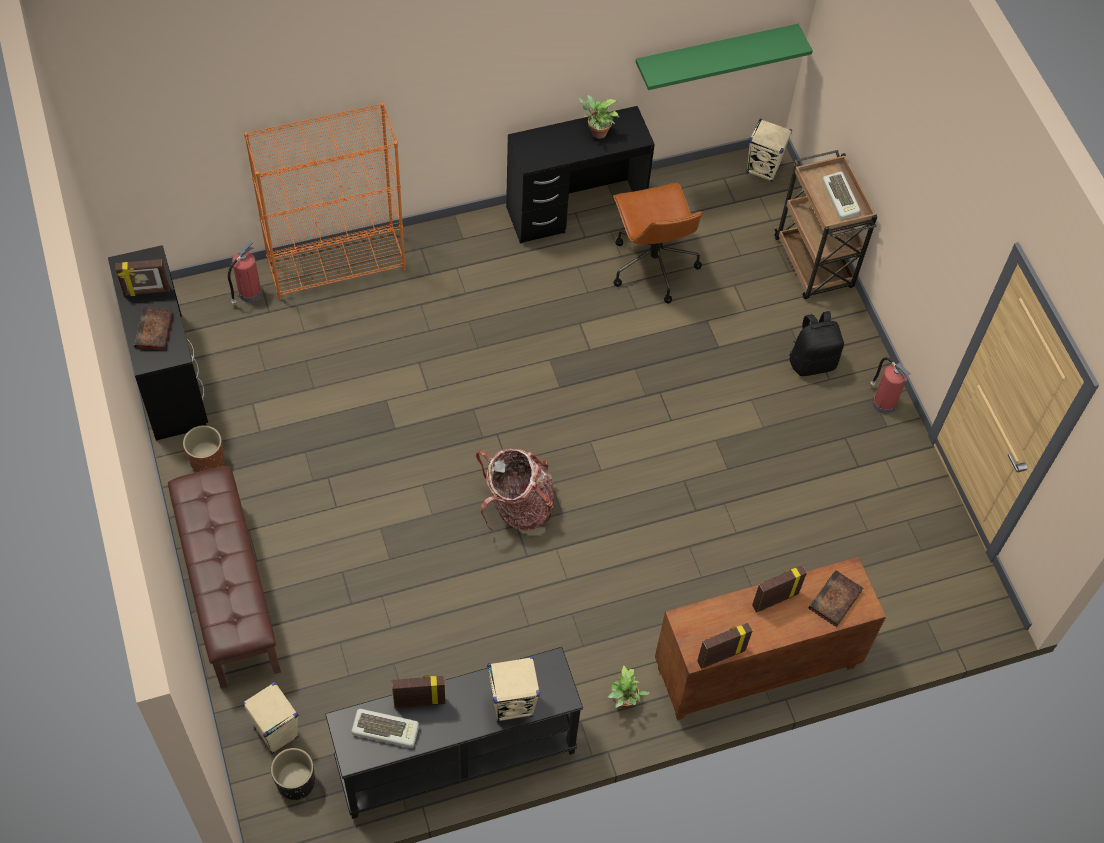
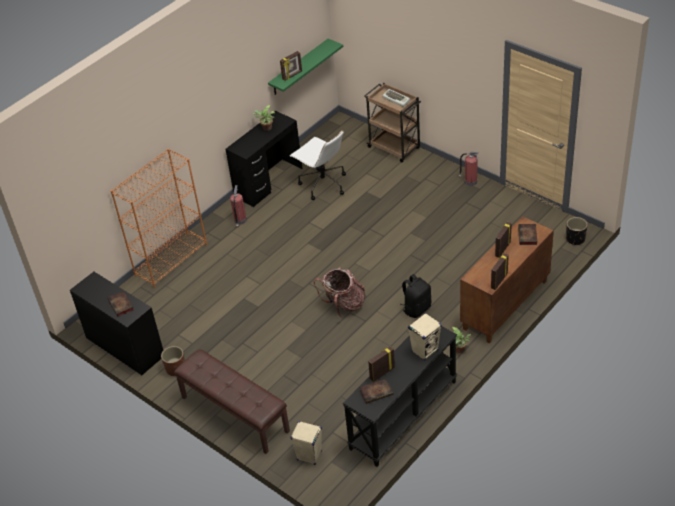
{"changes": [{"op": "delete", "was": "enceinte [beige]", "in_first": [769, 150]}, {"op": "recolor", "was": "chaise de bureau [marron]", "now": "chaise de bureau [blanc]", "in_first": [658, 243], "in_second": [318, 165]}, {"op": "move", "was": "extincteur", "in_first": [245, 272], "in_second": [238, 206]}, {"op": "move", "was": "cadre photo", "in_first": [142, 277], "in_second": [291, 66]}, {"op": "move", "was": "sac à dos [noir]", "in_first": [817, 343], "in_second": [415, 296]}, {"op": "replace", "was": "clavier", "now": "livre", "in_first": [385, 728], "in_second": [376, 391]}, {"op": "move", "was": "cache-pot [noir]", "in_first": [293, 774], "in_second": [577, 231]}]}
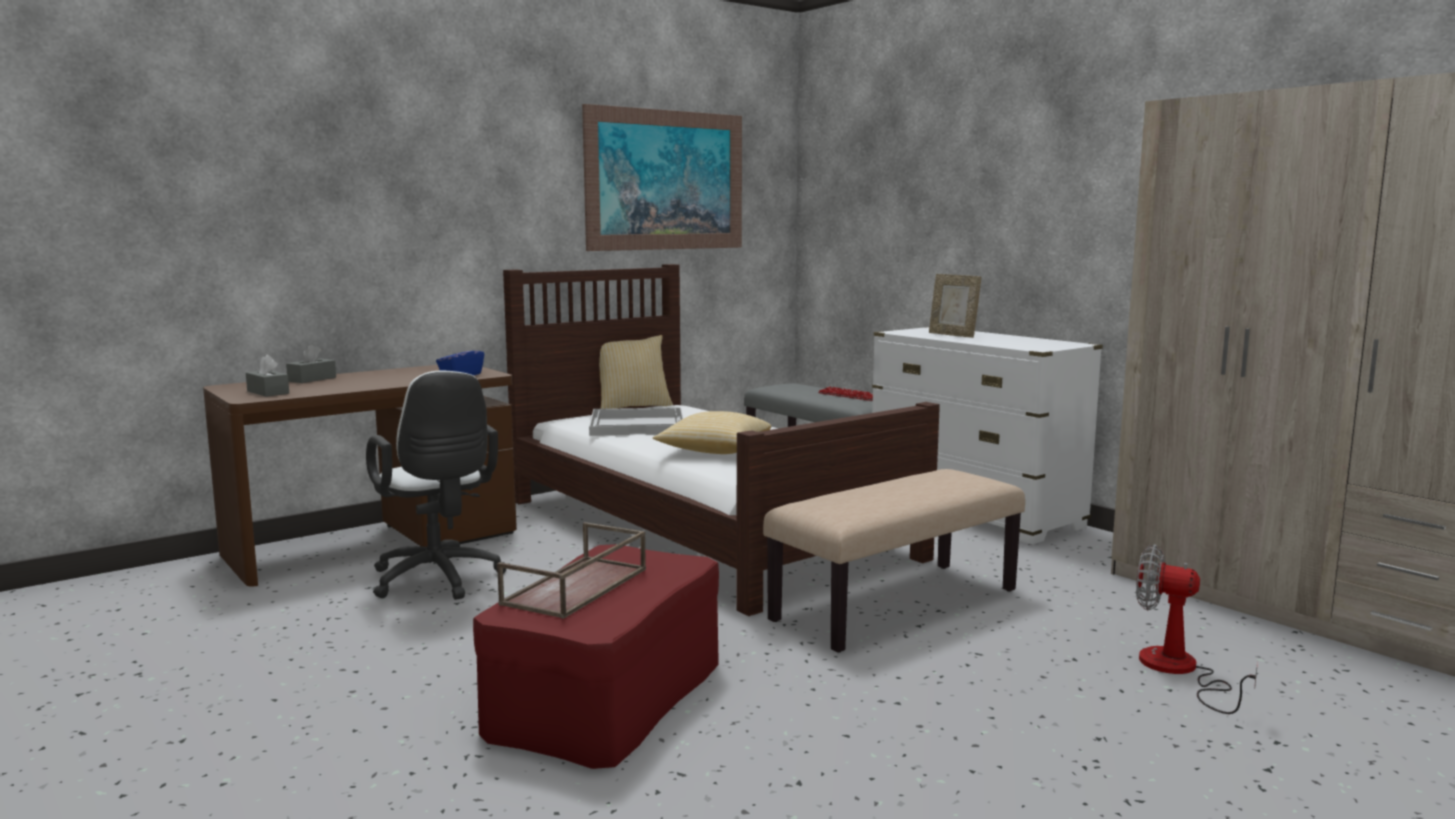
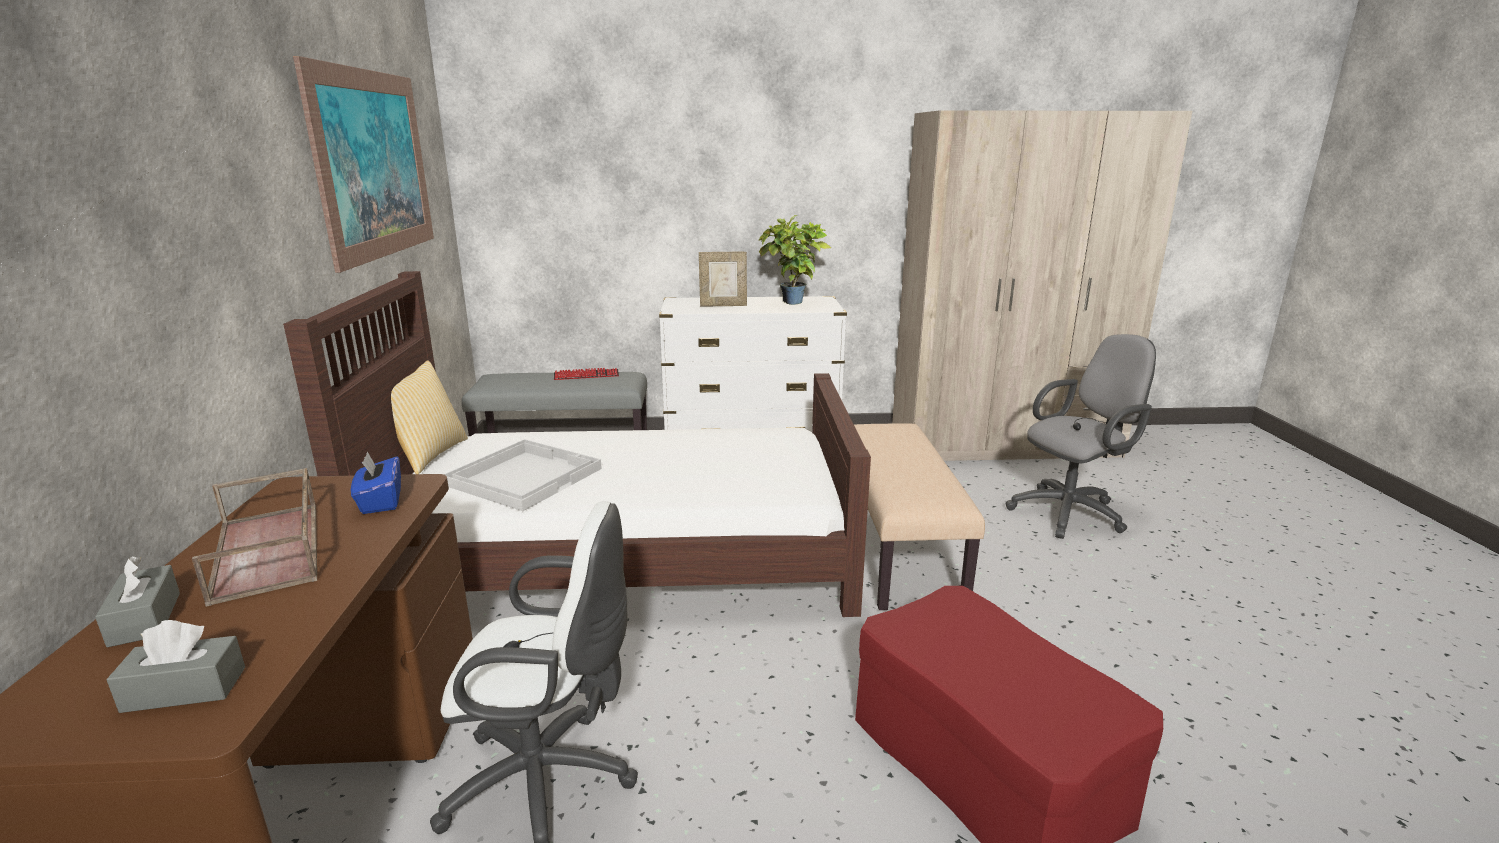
{"changes": [{"op": "delete", "was": "coussin", "in_first": [712, 432]}, {"op": "move", "was": "plateau [marron]", "in_first": [571, 570], "in_second": [254, 537]}, {"op": "replace", "was": "ventilateur", "now": "chaise de bureau [gris]", "in_first": [1197, 629], "in_second": [1081, 436]}, {"op": "insert", "now": "plante en pot", "in_second": [795, 260]}]}
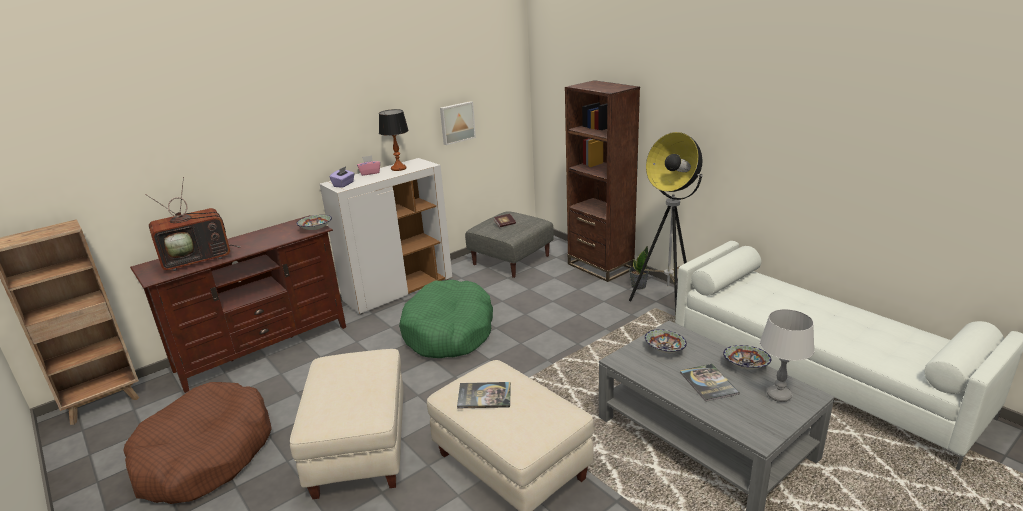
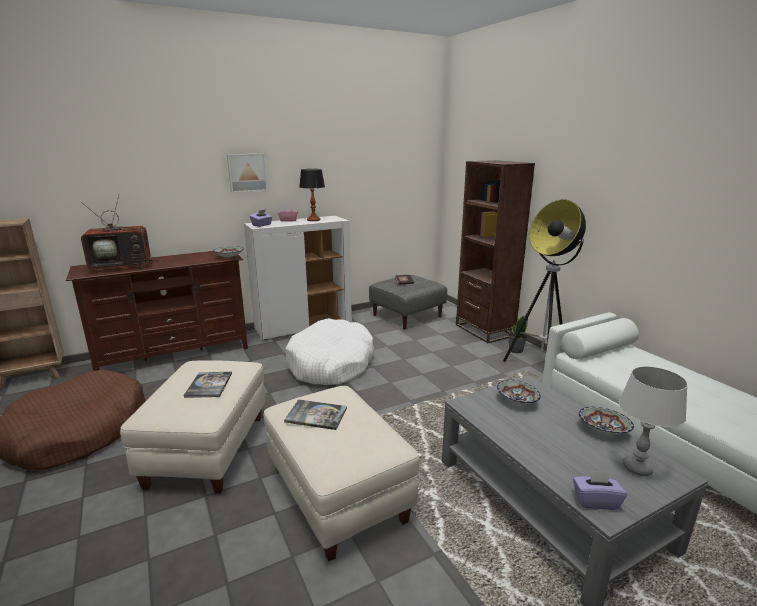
{"changes": [{"op": "move", "was": "tableau", "in_first": [458, 123], "in_second": [247, 173]}, {"op": "recolor", "was": "panier pour chien [vert]", "now": "panier pour chien [blanc]", "in_first": [446, 319], "in_second": [330, 351]}, {"op": "move", "was": "livre", "in_first": [710, 383], "in_second": [207, 385]}, {"op": "insert", "now": "boîte à mouchoirs [violet]", "in_second": [600, 490]}]}
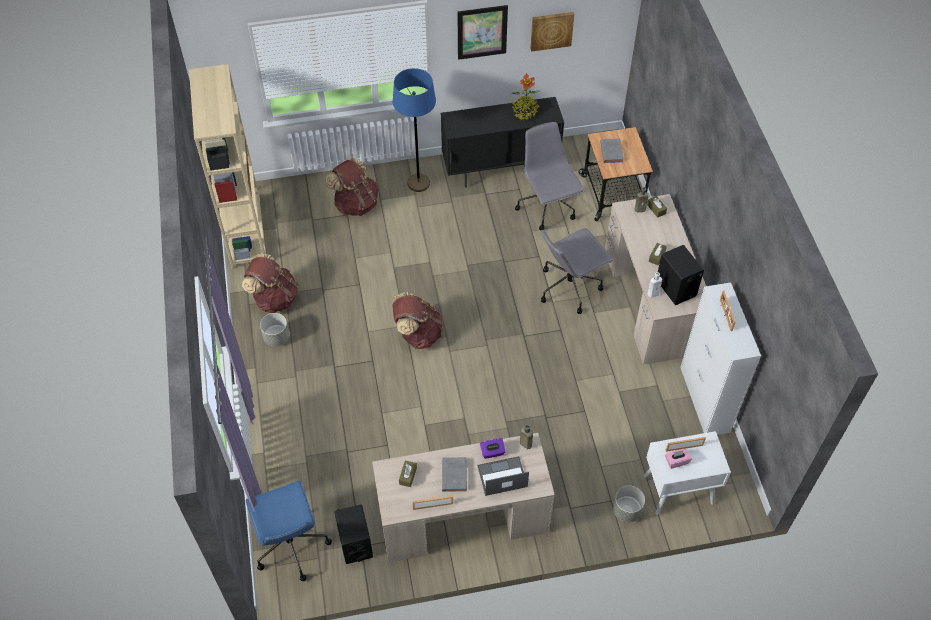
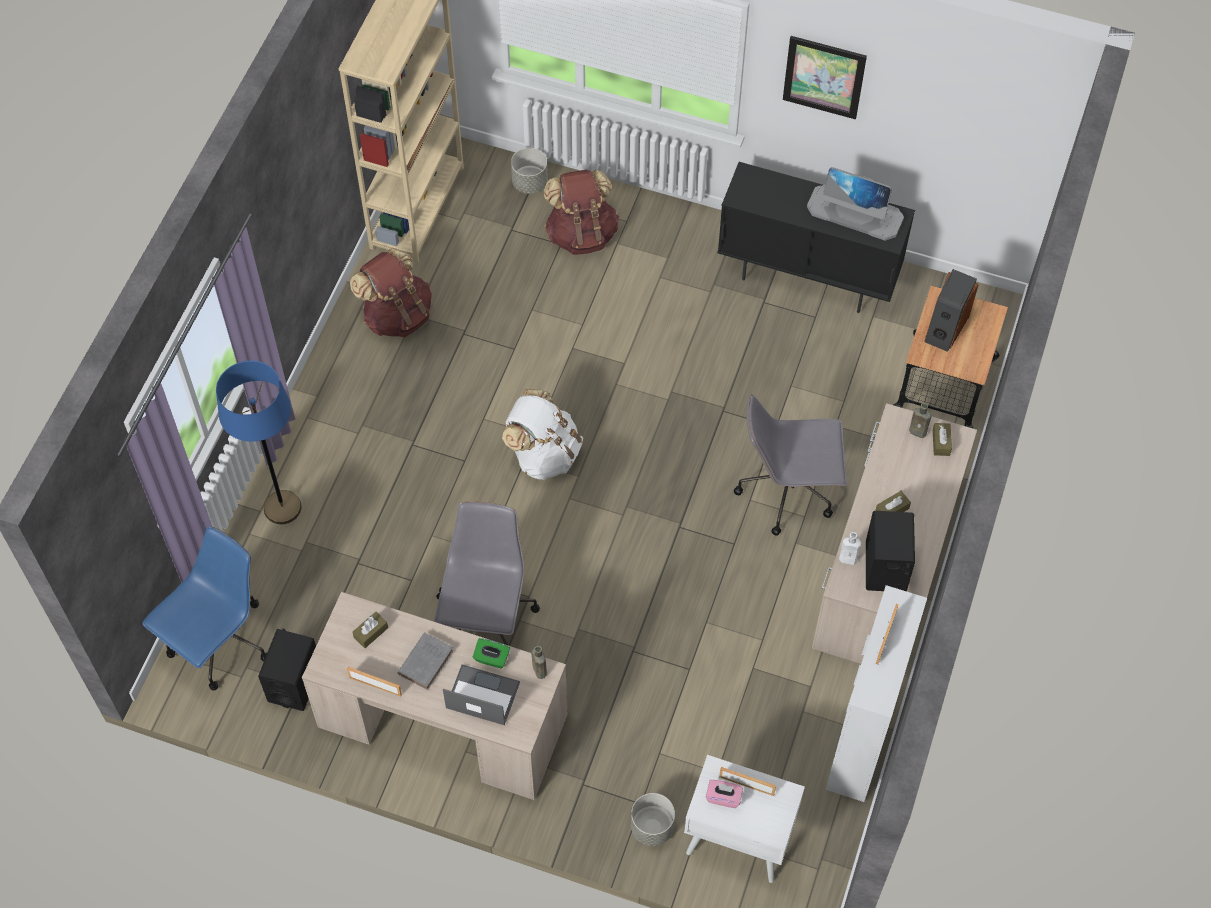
{"changes": [{"op": "delete", "was": "tableau", "in_first": [552, 32]}, {"op": "move", "was": "lampadaire [bleu]", "in_first": [414, 130], "in_second": [259, 442]}, {"op": "replace", "was": "plante en pot", "now": "écran d'ordinateur", "in_first": [525, 96], "in_second": [855, 204]}, {"op": "move", "was": "chaise de bureau [gris]", "in_first": [550, 176], "in_second": [487, 573]}, {"op": "replace", "was": "livre [gris]", "now": "enceinte", "in_first": [612, 151], "in_second": [951, 310]}, {"op": "recolor", "was": "sac à dos [marron]", "now": "sac à dos [blanc]", "in_first": [417, 320], "in_second": [542, 434]}, {"op": "move", "was": "cache-pot [gris]", "in_first": [274, 329], "in_second": [529, 171]}, {"op": "recolor", "was": "boîte à mouchoirs [violet]", "now": "boîte à mouchoirs [vert]", "in_first": [493, 448], "in_second": [491, 653]}, {"op": "rotate", "was": "chaise de bureau [bleu]", "in_first": [289, 531], "in_second": [204, 608], "clockwise": -150}]}
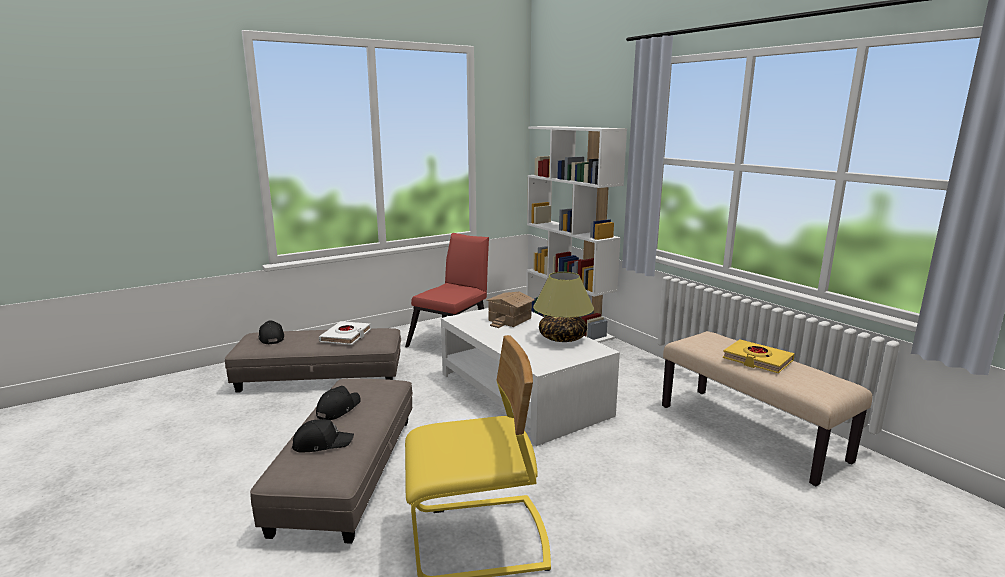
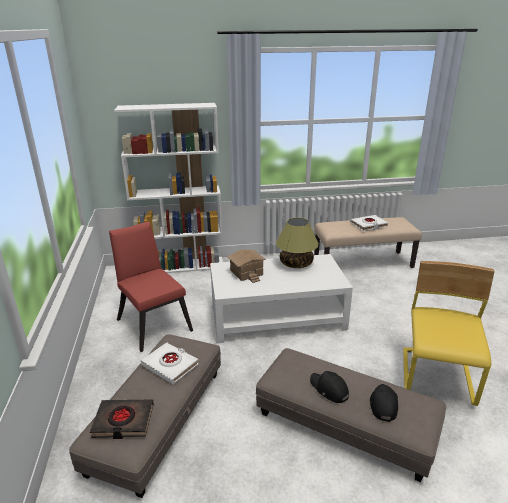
{"changes": [{"op": "replace", "was": "casquette [noir]", "now": "livre [noir]", "in_first": [271, 332], "in_second": [122, 419]}, {"op": "recolor", "was": "livre [jaune]", "now": "livre [blanc]", "in_first": [759, 356], "in_second": [369, 223]}]}
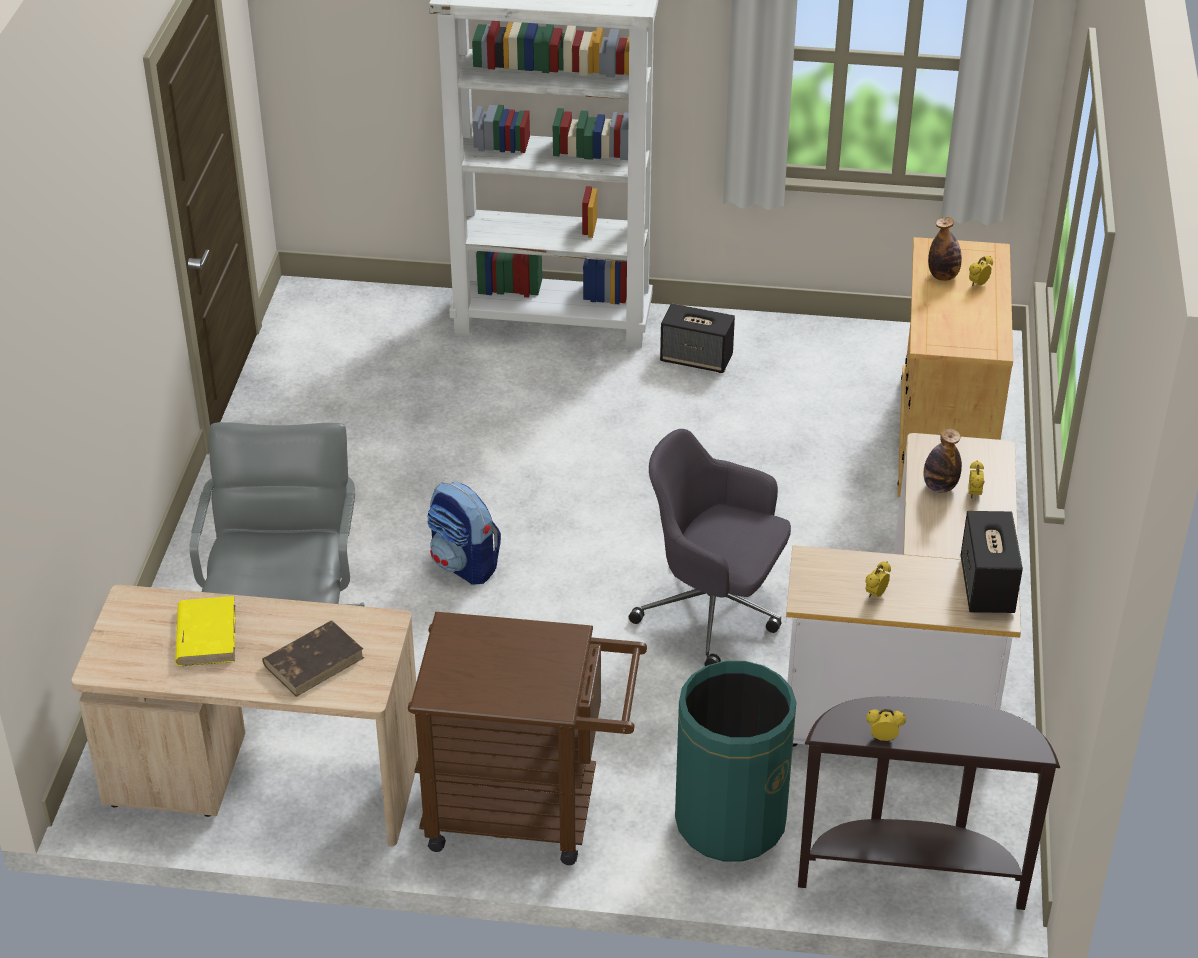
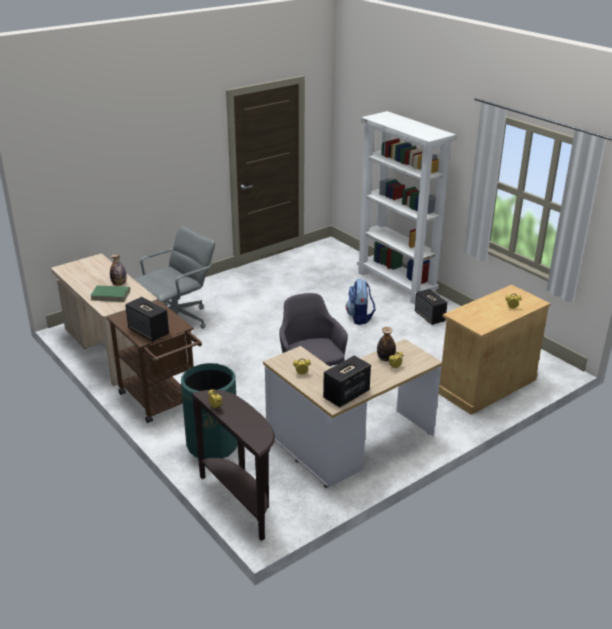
{"changes": [{"op": "move", "was": "bouteille", "in_first": [945, 249], "in_second": [118, 270]}, {"op": "move", "was": "sac à dos", "in_first": [464, 533], "in_second": [360, 302]}, {"op": "delete", "was": "livre [jaune]", "in_first": [205, 631]}, {"op": "recolor", "was": "livre [marron]", "now": "livre [vert]", "in_first": [313, 659], "in_second": [110, 293]}, {"op": "insert", "now": "enceinte", "in_second": [147, 319]}]}
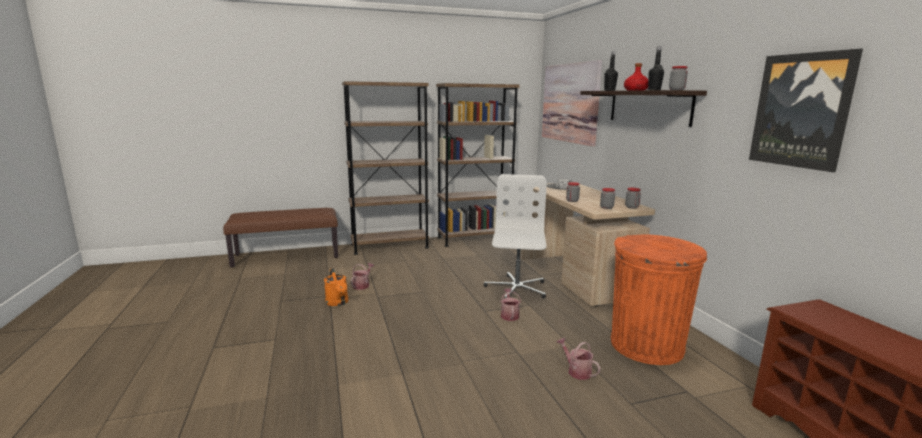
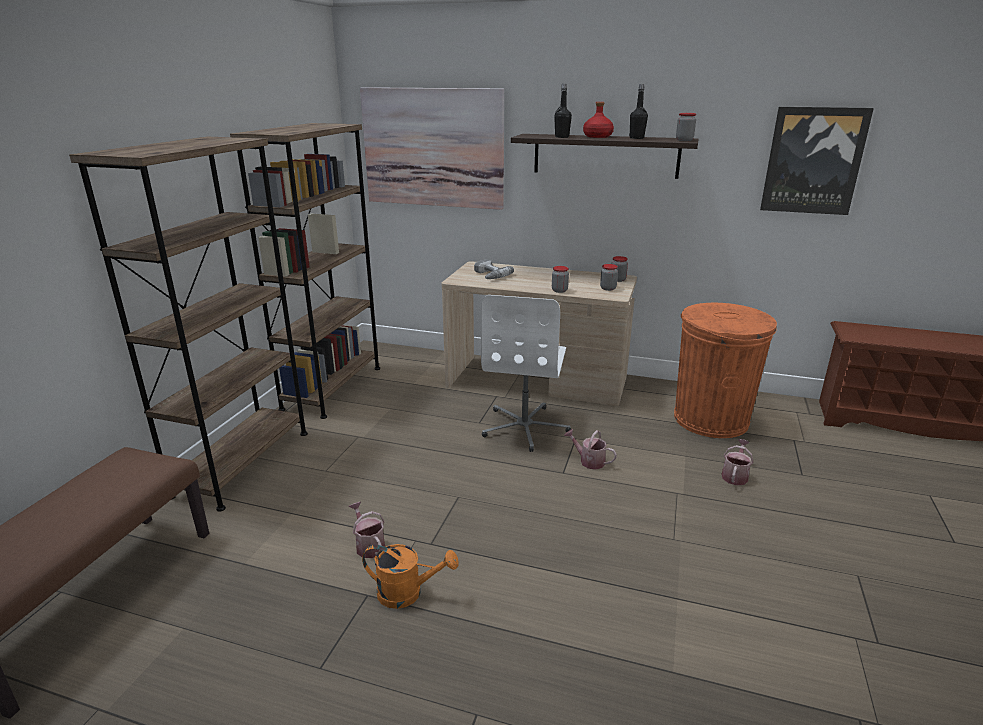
{"changes": [{"op": "rotate", "was": "chaise de bureau [blanc]", "in_first": [515, 236], "in_second": [526, 373], "clockwise": -120}, {"op": "rotate", "was": "arrosoir", "in_first": [579, 359], "in_second": [737, 462], "clockwise": 120}]}
